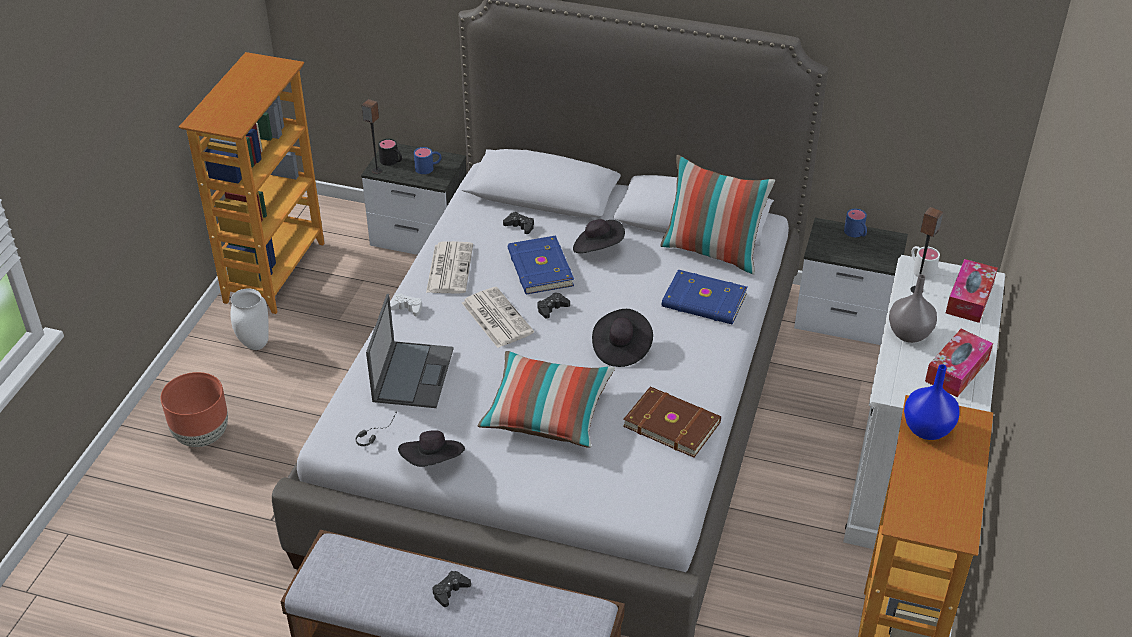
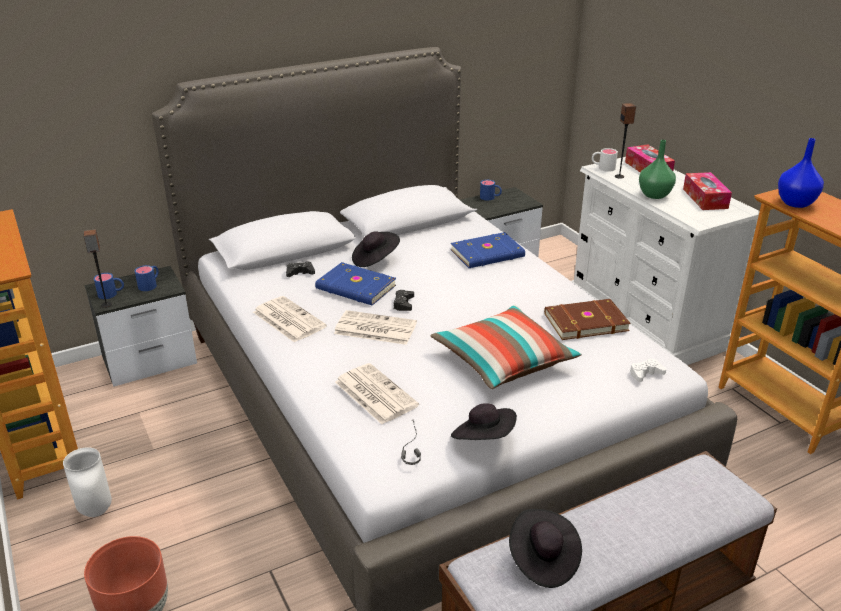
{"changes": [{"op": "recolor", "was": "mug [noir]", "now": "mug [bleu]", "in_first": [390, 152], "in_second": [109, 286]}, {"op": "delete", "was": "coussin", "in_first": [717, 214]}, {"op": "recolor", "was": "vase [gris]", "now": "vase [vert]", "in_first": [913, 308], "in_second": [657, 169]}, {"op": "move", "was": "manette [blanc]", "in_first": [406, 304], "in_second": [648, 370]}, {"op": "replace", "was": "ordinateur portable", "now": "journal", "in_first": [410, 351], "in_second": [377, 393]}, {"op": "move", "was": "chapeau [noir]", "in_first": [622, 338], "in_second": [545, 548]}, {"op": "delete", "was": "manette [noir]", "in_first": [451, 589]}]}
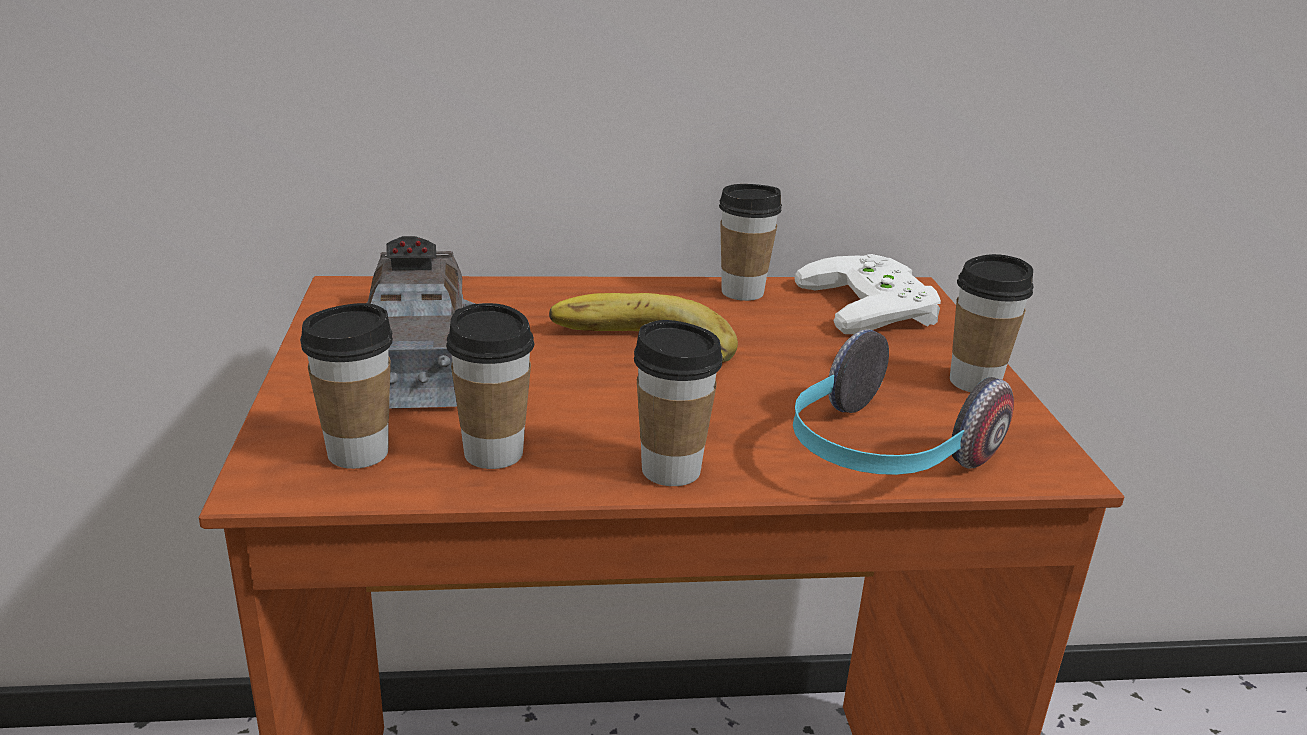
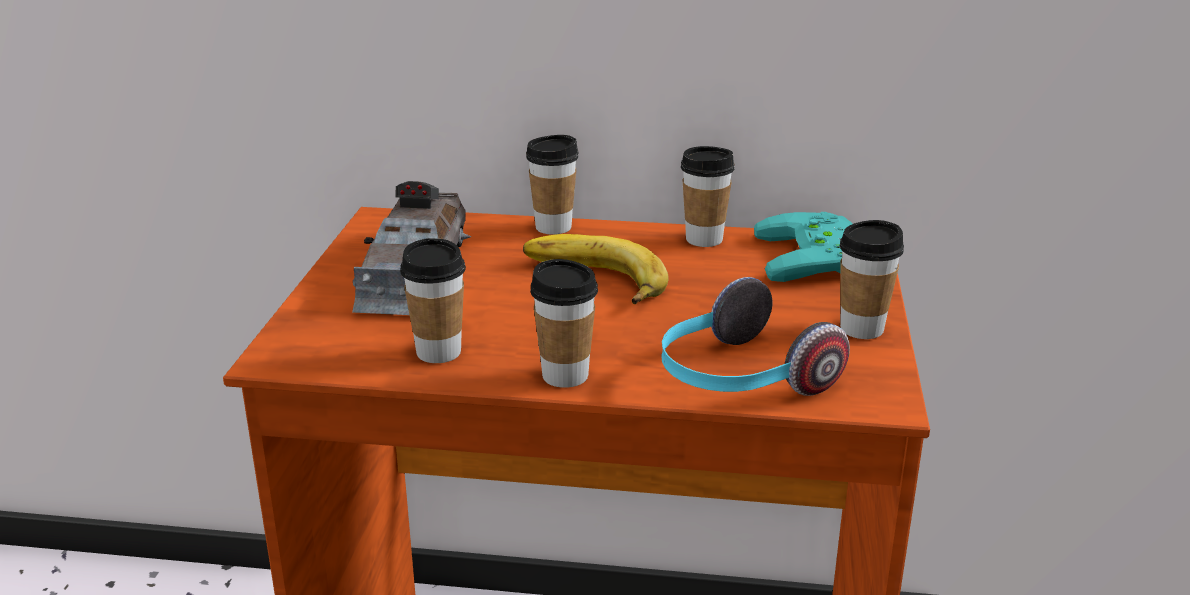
{"changes": [{"op": "recolor", "was": "manette [blanc]", "now": "manette [turquoise]", "in_first": [867, 294], "in_second": [803, 247]}, {"op": "move", "was": "tasse", "in_first": [346, 386], "in_second": [552, 185]}]}
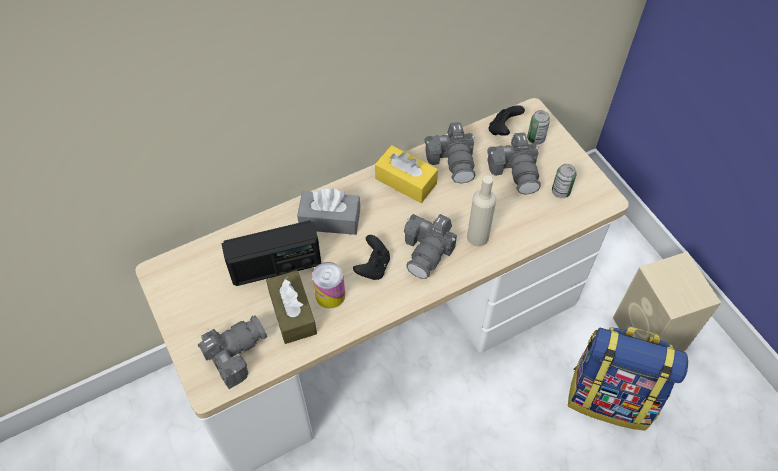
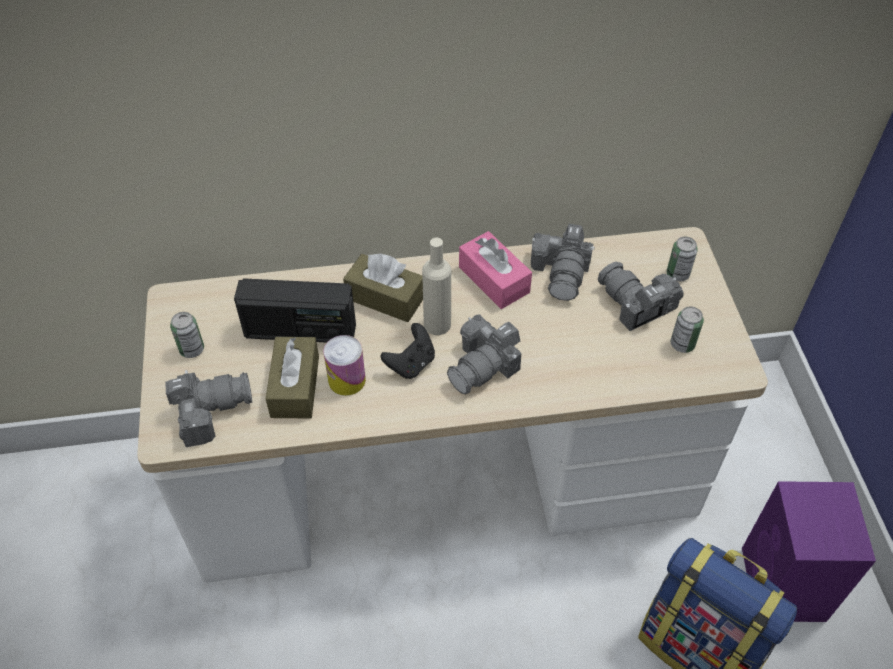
{"changes": [{"op": "delete", "was": "manette [noir]", "in_first": [506, 120]}, {"op": "rotate", "was": "appareil photo", "in_first": [514, 164], "in_second": [641, 296], "clockwise": 135}, {"op": "recolor", "was": "boîte à mouchoirs [jaune]", "now": "boîte à mouchoirs [rose]", "in_first": [406, 174], "in_second": [495, 270]}, {"op": "move", "was": "bouteille [beige]", "in_first": [481, 211], "in_second": [436, 286]}, {"op": "recolor", "was": "boîte à mouchoirs [gris]", "now": "boîte à mouchoirs [marron]", "in_first": [328, 212], "in_second": [383, 288]}, {"op": "recolor", "was": "enceinte [beige]", "now": "enceinte [violet]", "in_first": [667, 301], "in_second": [809, 551]}, {"op": "insert", "now": "boîte métallique", "in_second": [187, 335]}]}
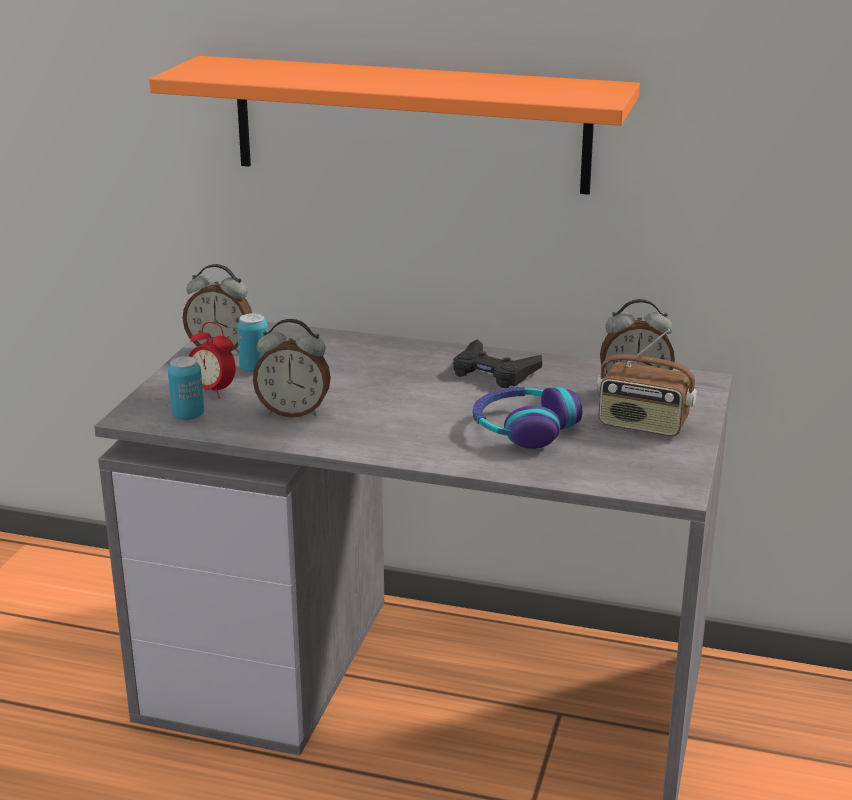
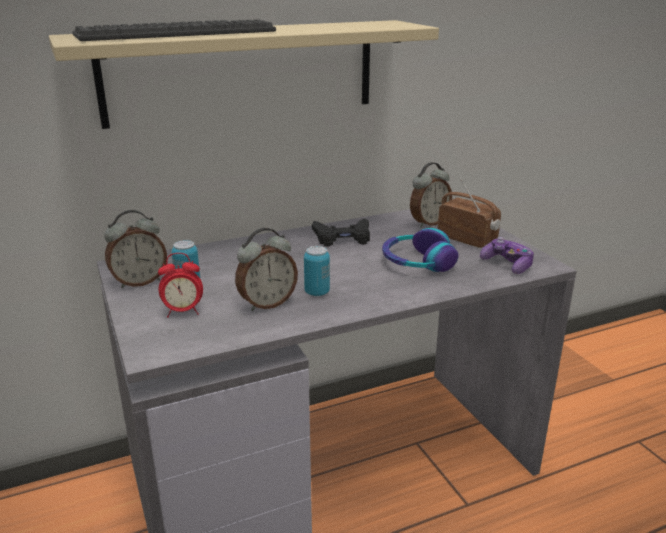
{"changes": [{"op": "recolor", "was": "étagère [orange]", "now": "étagère [beige]", "in_first": [394, 125], "in_second": [244, 74]}, {"op": "rotate", "was": "radio", "in_first": [647, 382], "in_second": [469, 212], "clockwise": -120}, {"op": "move", "was": "boîte métallique", "in_first": [186, 388], "in_second": [317, 271]}, {"op": "insert", "now": "clavier", "in_second": [174, 30]}, {"op": "insert", "now": "manette", "in_second": [507, 255]}]}
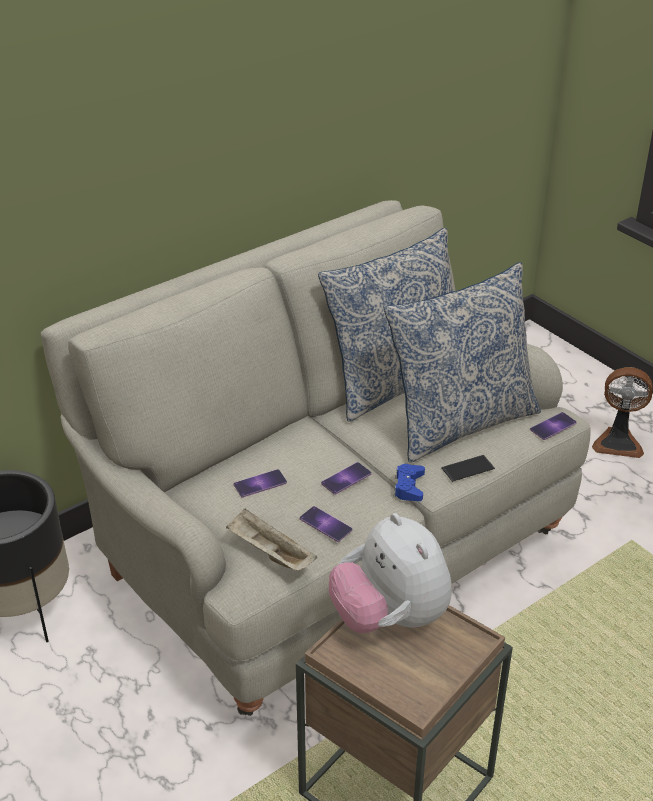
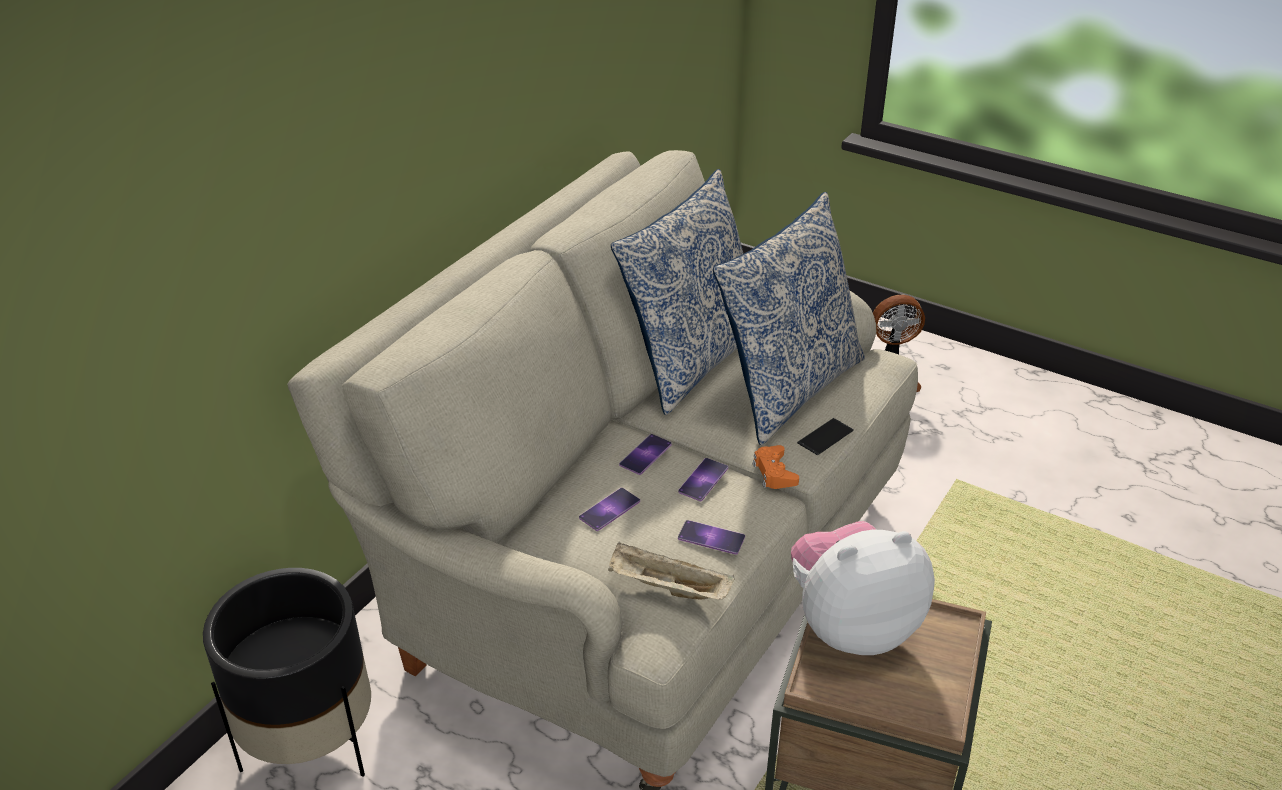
{"changes": [{"op": "move", "was": "téléphone", "in_first": [553, 426], "in_second": [645, 454]}, {"op": "recolor", "was": "manette [bleu]", "now": "manette [orange]", "in_first": [409, 482], "in_second": [776, 467]}, {"op": "rotate", "was": "peluche", "in_first": [390, 573], "in_second": [863, 588], "clockwise": 120}]}
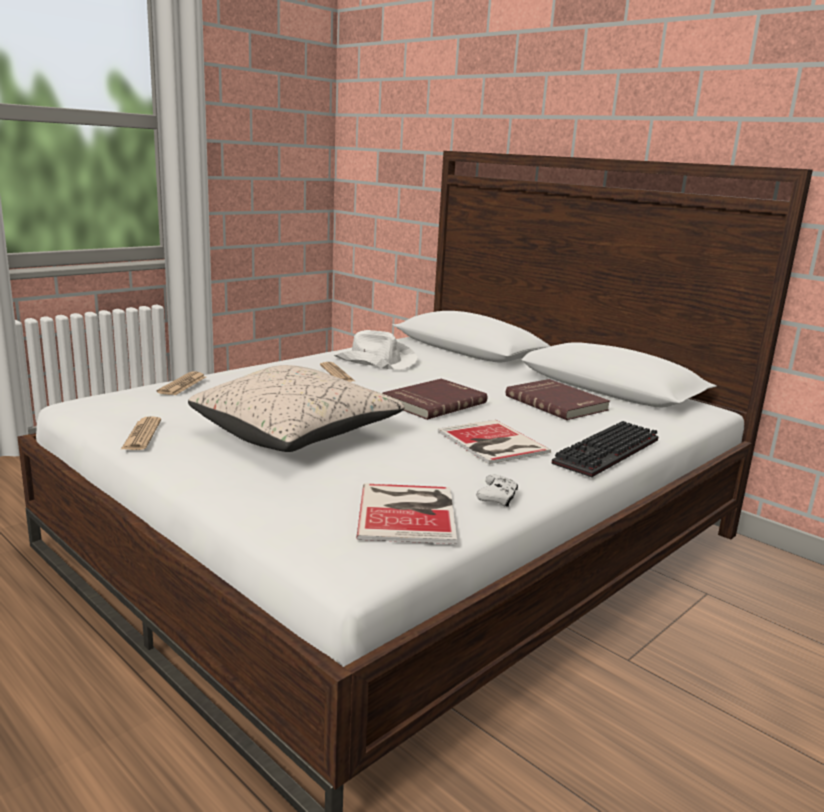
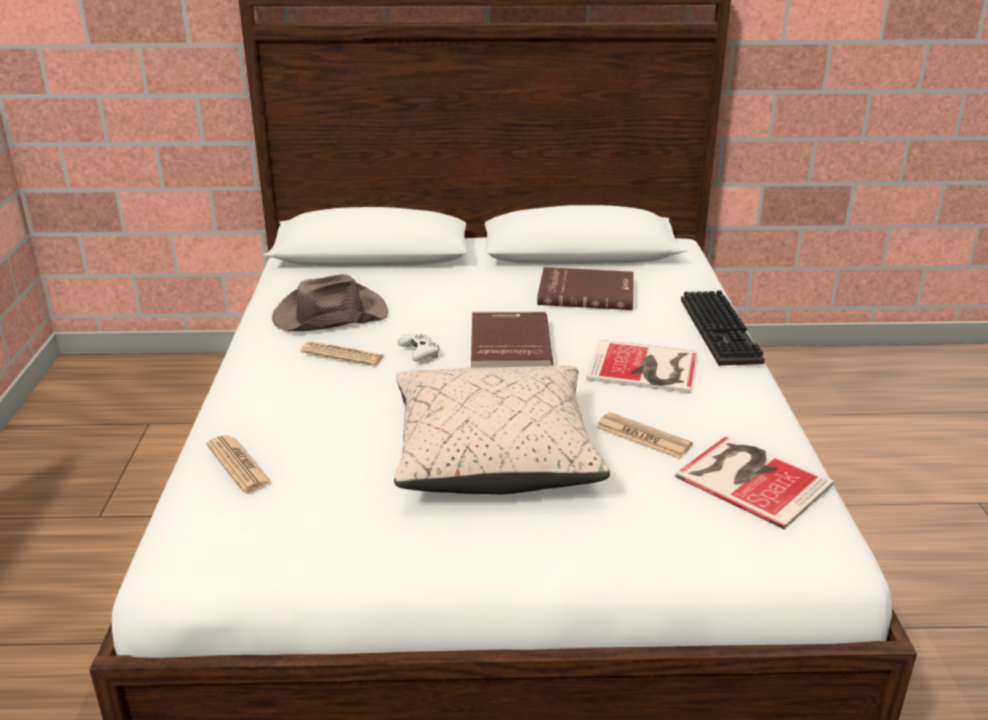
{"changes": [{"op": "recolor", "was": "chapeau [blanc]", "now": "chapeau [marron]", "in_first": [376, 350], "in_second": [330, 302]}, {"op": "move", "was": "journal", "in_first": [141, 433], "in_second": [644, 435]}, {"op": "move", "was": "manette [blanc]", "in_first": [497, 490], "in_second": [418, 347]}]}
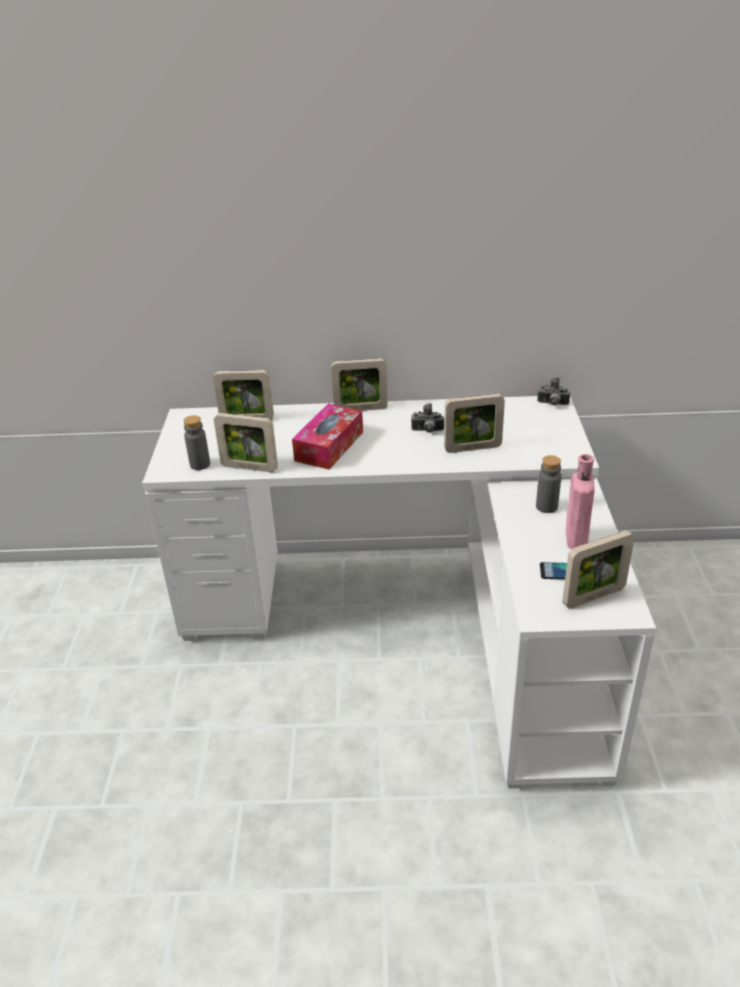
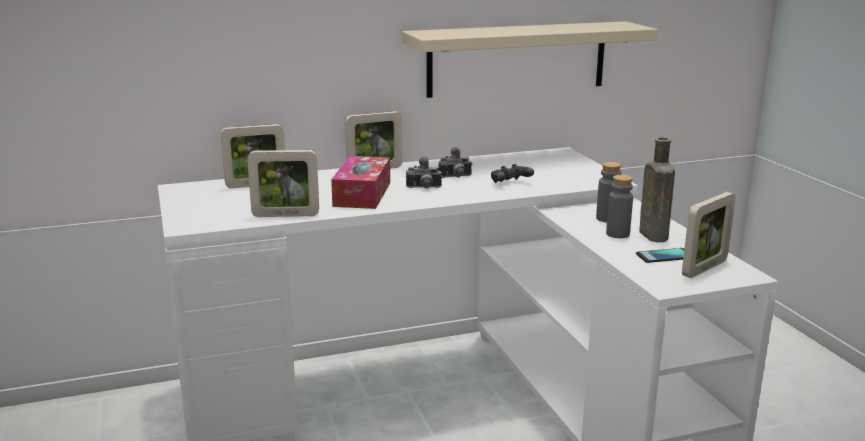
{"changes": [{"op": "move", "was": "appareil photo", "in_first": [553, 391], "in_second": [424, 172]}, {"op": "replace", "was": "cadre photo", "now": "manette [noir]", "in_first": [474, 423], "in_second": [512, 173]}, {"op": "move", "was": "bouteille [gris]", "in_first": [197, 442], "in_second": [619, 206]}, {"op": "recolor", "was": "bouteille [rose]", "now": "bouteille [marron]", "in_first": [580, 501], "in_second": [657, 189]}, {"op": "insert", "now": "étagère [beige]", "in_second": [530, 59]}]}
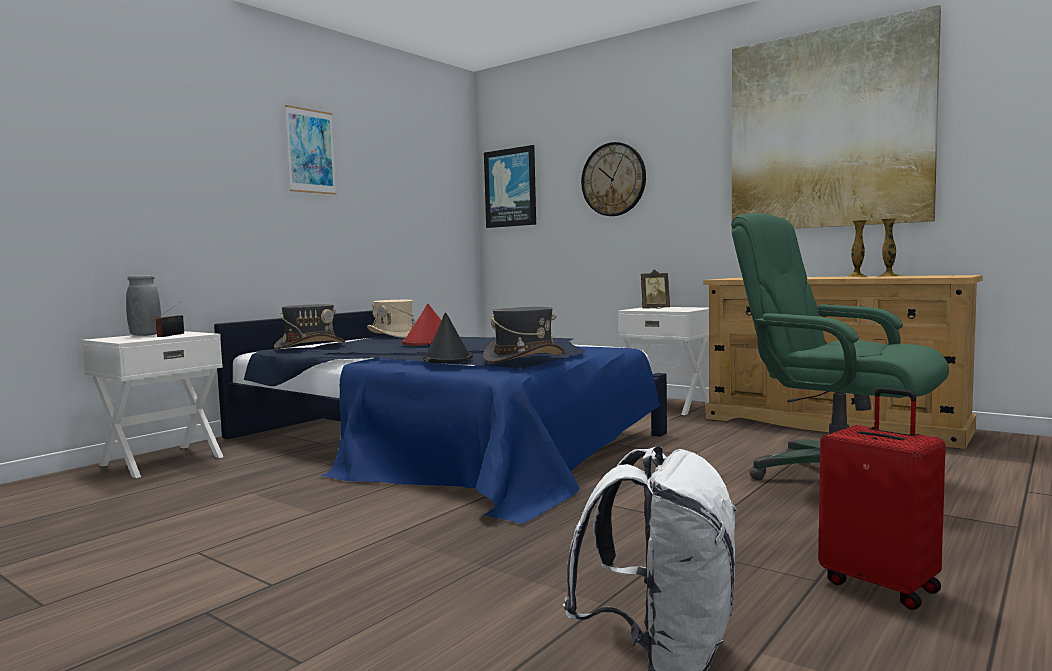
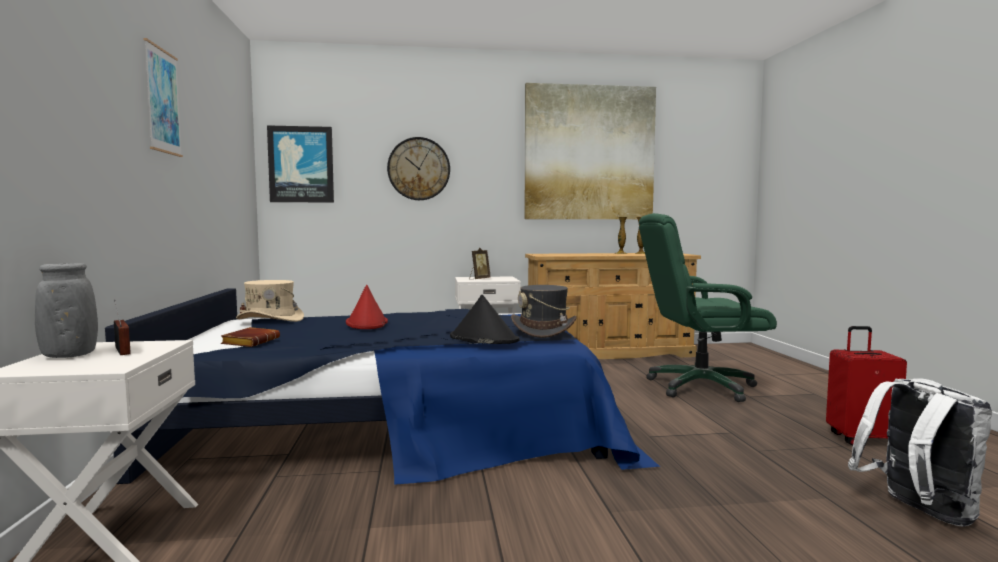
{"changes": [{"op": "replace", "was": "chapeau [gris]", "now": "livre [marron]", "in_first": [309, 326], "in_second": [250, 337]}]}
